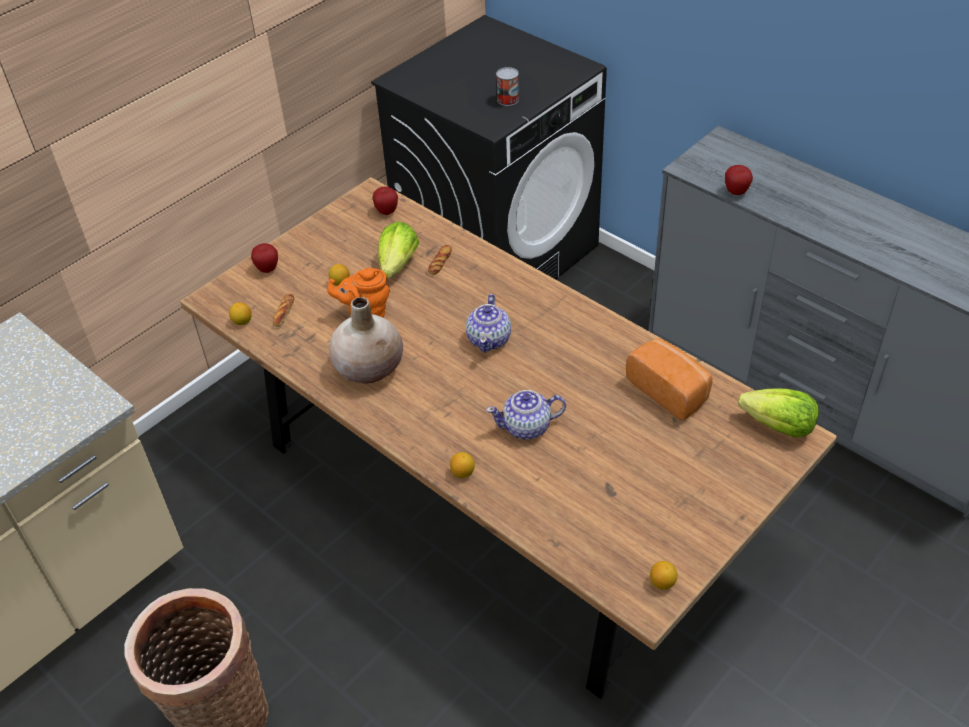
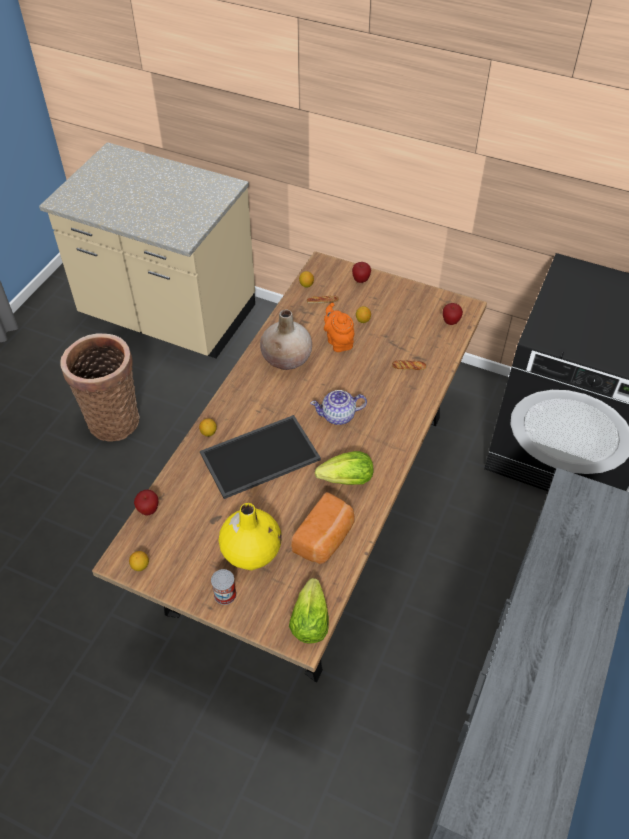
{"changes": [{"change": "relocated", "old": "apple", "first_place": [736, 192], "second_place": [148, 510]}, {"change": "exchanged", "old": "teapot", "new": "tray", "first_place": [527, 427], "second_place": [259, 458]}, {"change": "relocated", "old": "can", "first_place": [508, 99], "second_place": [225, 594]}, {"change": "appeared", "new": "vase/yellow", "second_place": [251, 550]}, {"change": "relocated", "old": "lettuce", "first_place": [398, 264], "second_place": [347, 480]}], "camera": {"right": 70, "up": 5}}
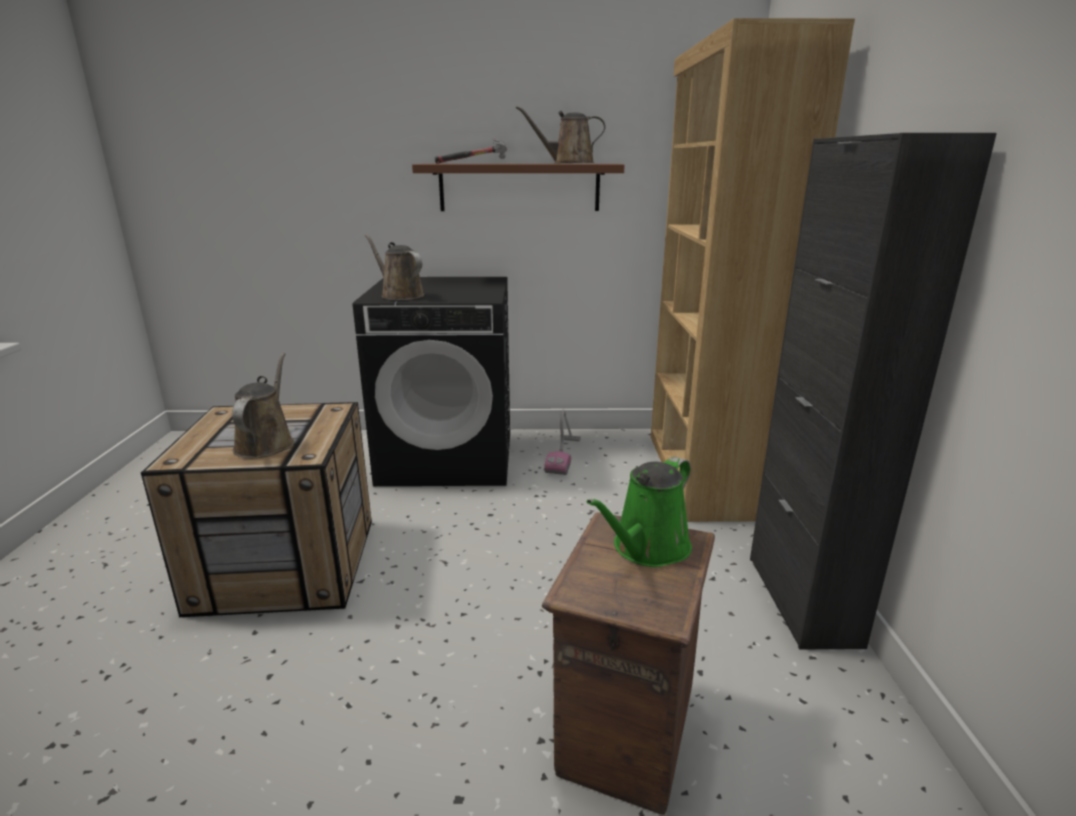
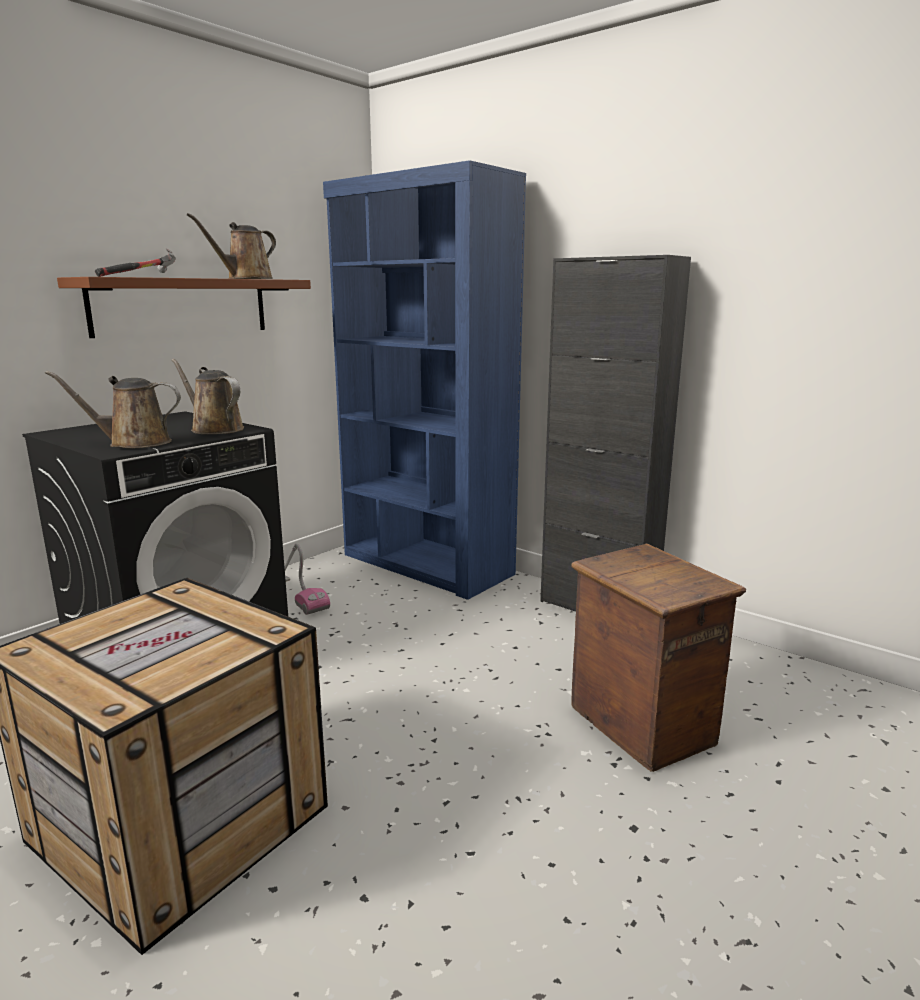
{"changes": [{"change": "relocated", "old": "watering can/brown", "first_place": [266, 443], "second_place": [214, 429]}, {"change": "colour", "old": "bookcase/brown", "new": "bookcase/blue", "first_place": [702, 474], "second_place": [426, 565]}, {"change": "missing", "old": "watering can/green", "first_place": [647, 549]}], "camera": {"right": -50, "up": -5}}
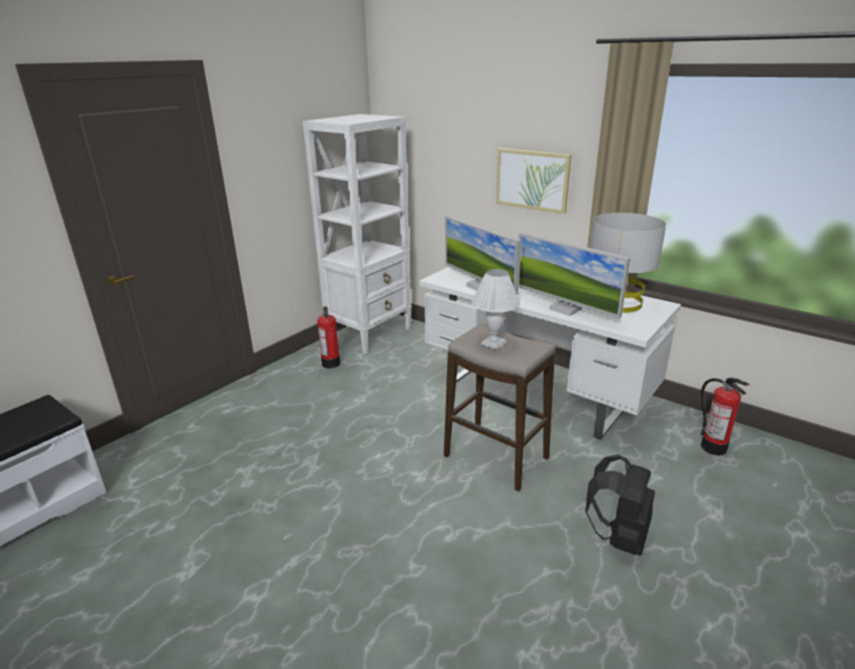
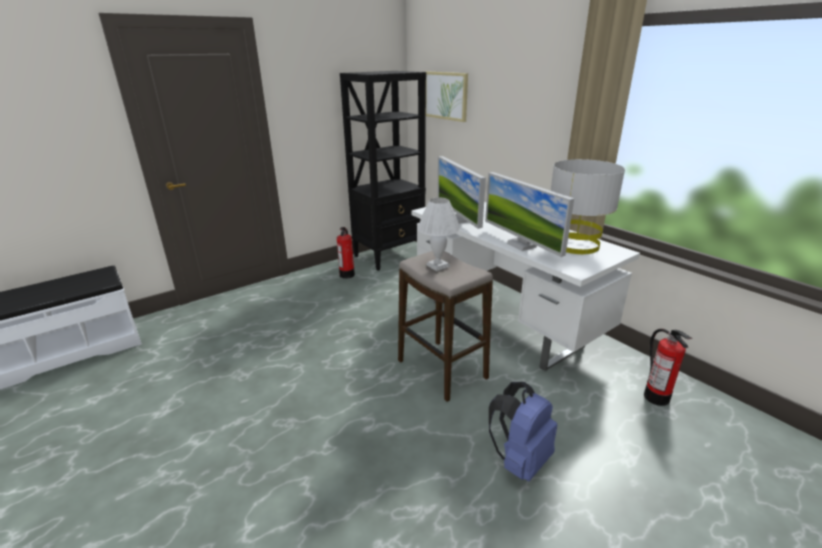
{"changes": [{"change": "colour", "old": "bookcase/white", "new": "bookcase/black", "first_place": [370, 333], "second_place": [389, 256]}, {"change": "relocated", "old": "picture", "first_place": [532, 180], "second_place": [446, 95]}, {"change": "colour", "old": "backpack/black", "new": "backpack/blue", "first_place": [619, 536], "second_place": [520, 460]}], "camera": {"right": 15, "up": 0}}
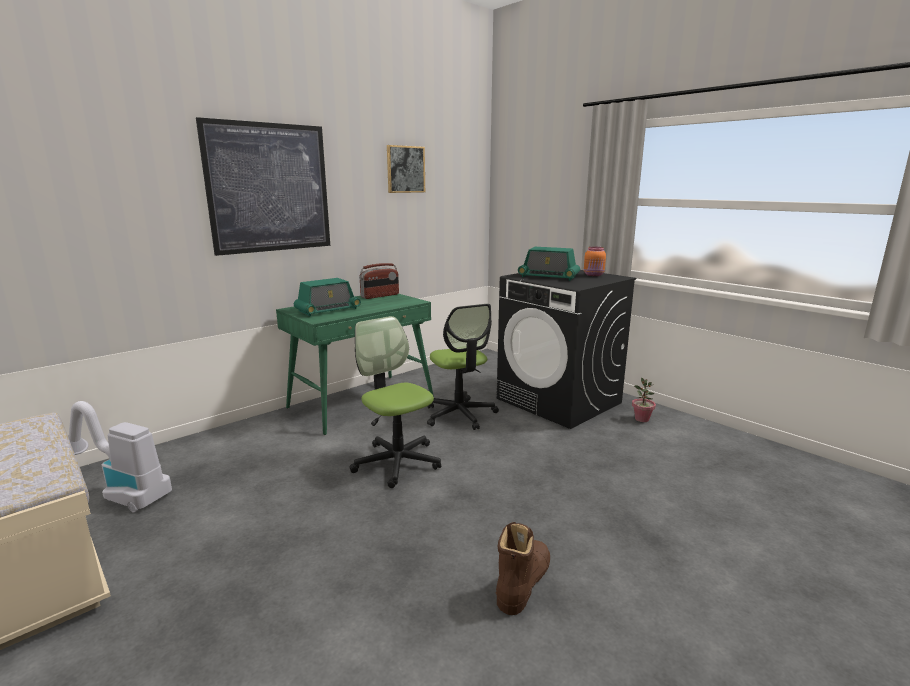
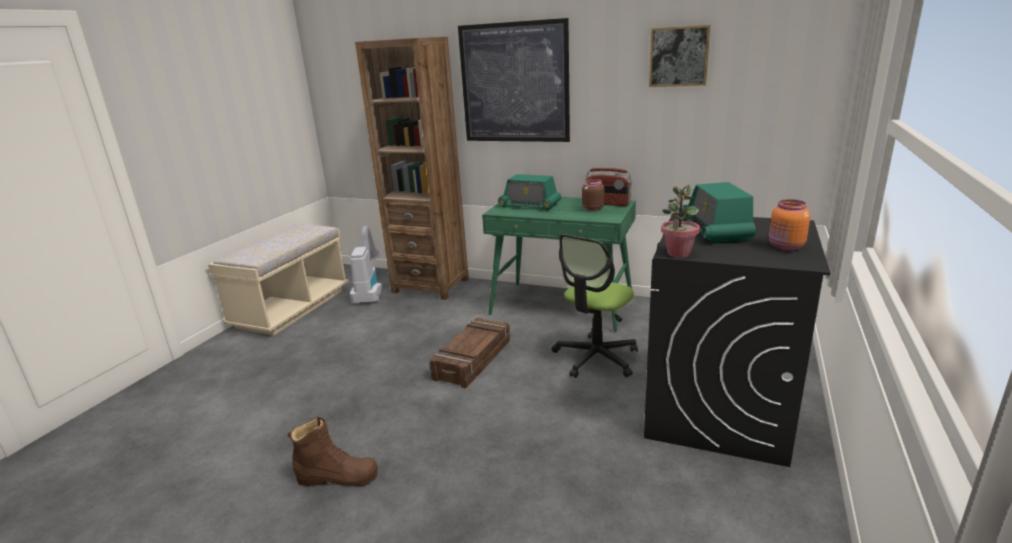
{"changes": [{"change": "appeared", "new": "bookcase/brown", "second_place": [431, 286]}, {"change": "exchanged", "old": "office chair", "new": "crate", "first_place": [397, 462], "second_place": [473, 359]}, {"change": "appeared", "new": "jar/brown", "second_place": [592, 209]}, {"change": "relocated", "old": "potted plant", "first_place": [641, 419], "second_place": [678, 253]}], "camera": {"right": 65, "up": 5}}
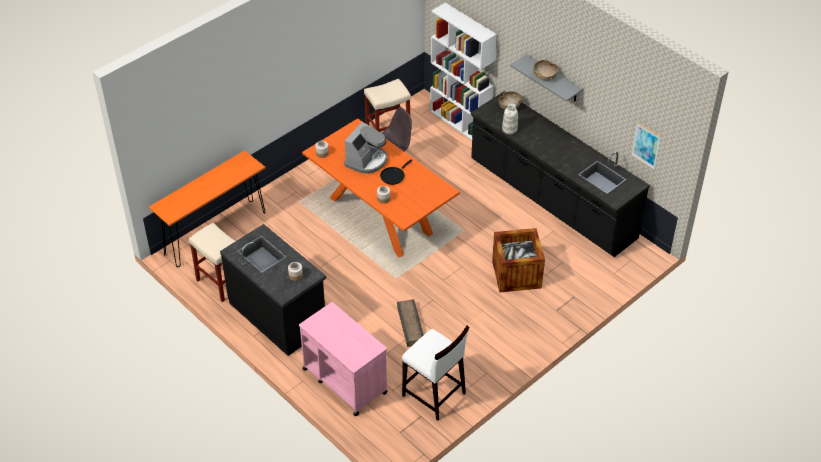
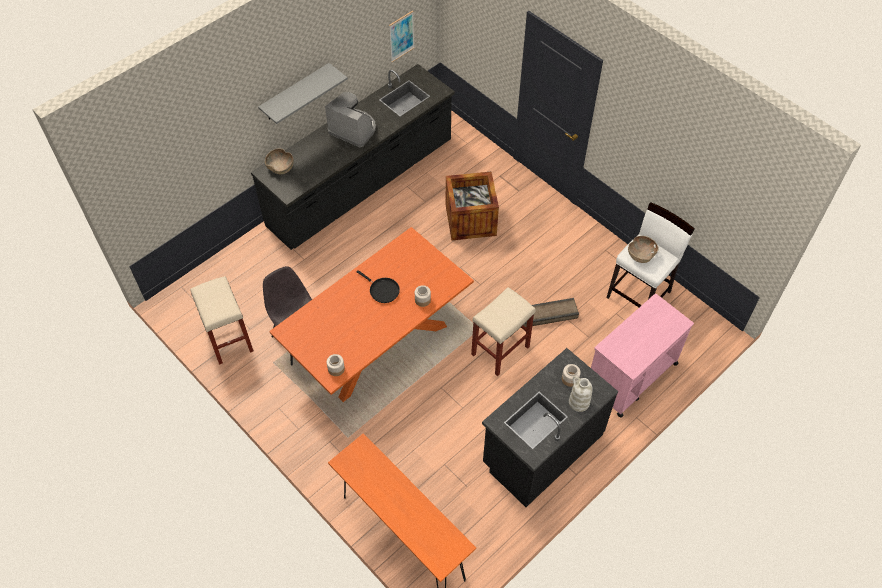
{"changes": [{"change": "relocated", "old": "coffee machine", "first_place": [367, 161], "second_place": [353, 129]}, {"change": "relocated", "old": "stool/beige", "first_place": [220, 282], "second_place": [500, 351]}, {"change": "relocated", "old": "vase/white", "first_place": [509, 129], "second_place": [578, 402]}, {"change": "relocated", "old": "bowl/brown", "first_place": [545, 76], "second_place": [640, 255]}, {"change": "missing", "old": "bookcase/white", "first_place": [460, 123]}], "camera": {"right": -90, "up": 10}}
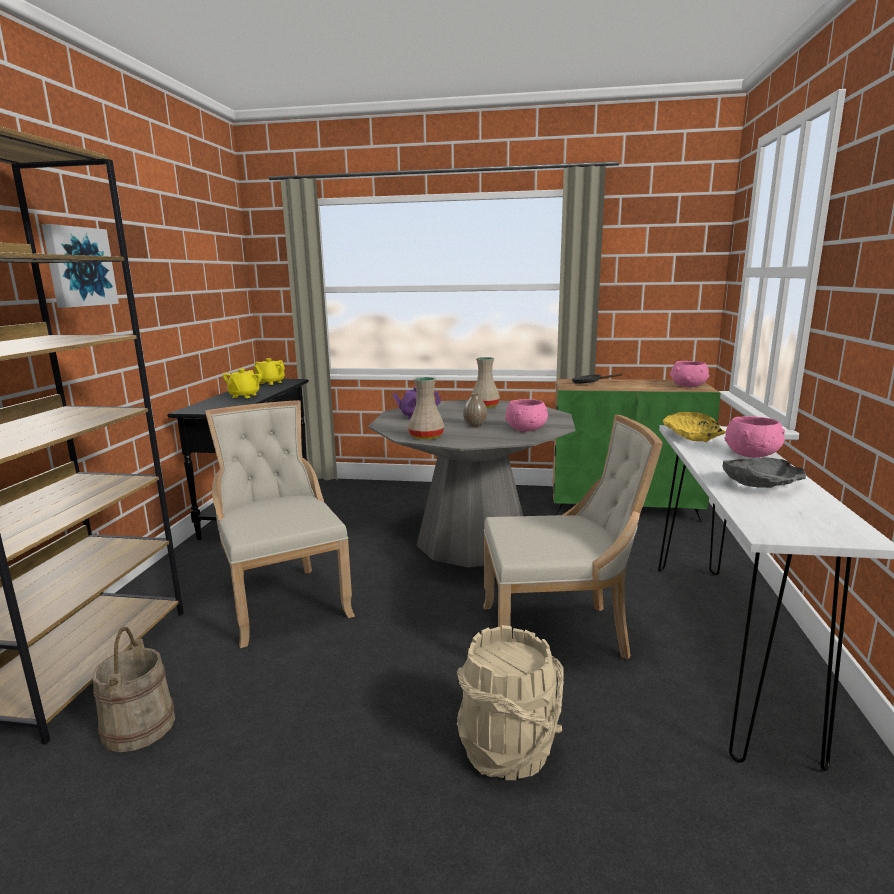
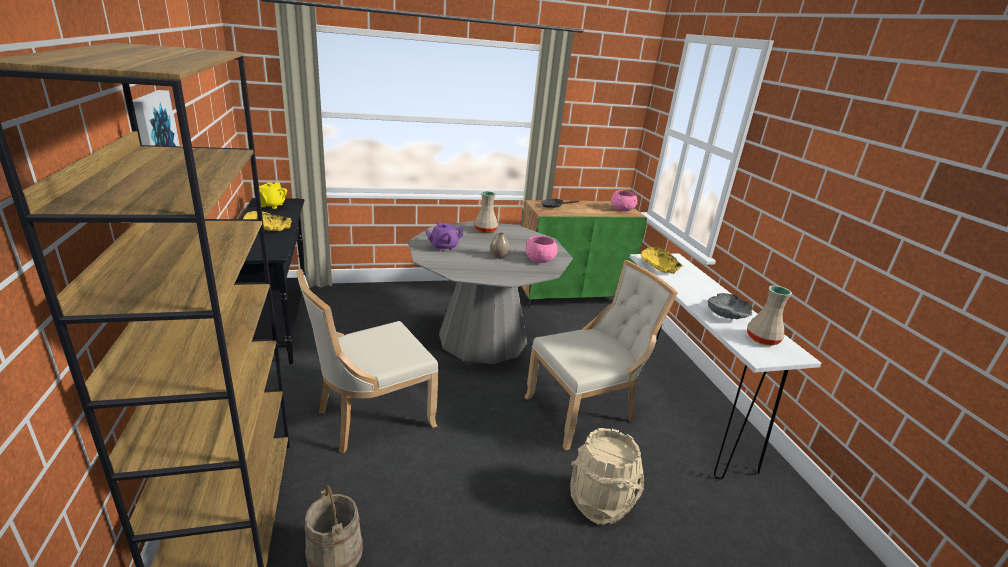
{"changes": [{"change": "exchanged", "old": "teapot/yellow", "new": "bowl/yellow", "first_place": [244, 396], "second_place": [267, 228]}, {"change": "spun", "old": "chair/beige", "first_place": [284, 600], "second_place": [371, 417], "degrees": -75}, {"change": "relocated", "old": "vase/beige", "first_place": [425, 437], "second_place": [761, 339]}, {"change": "missing", "old": "bowl/pink", "first_place": [752, 454]}], "camera": {"right": -25, "up": 10}}
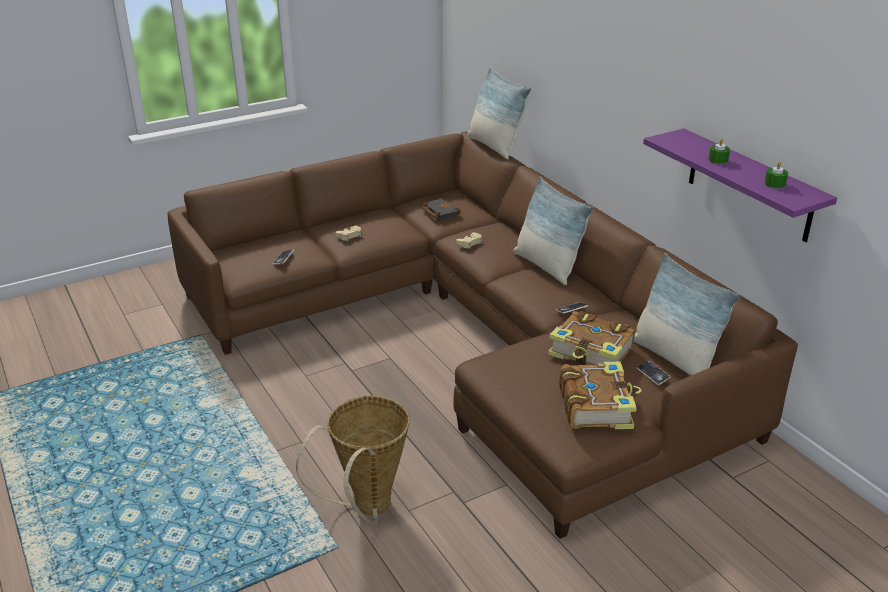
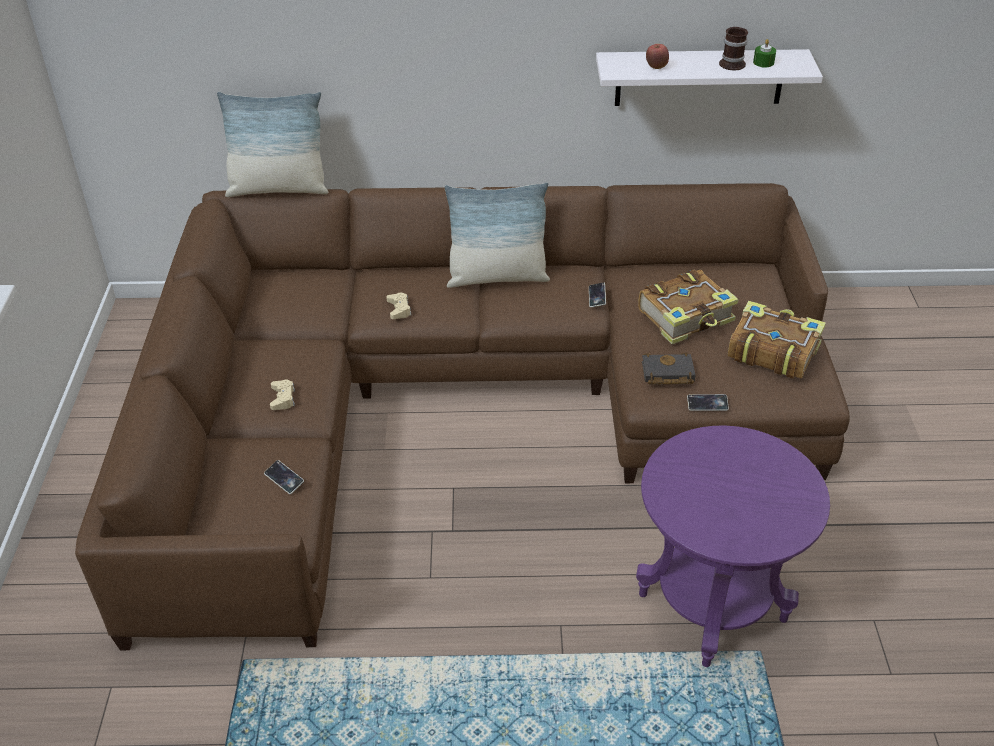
{"changes": [{"change": "colour", "old": "shelf/purple", "new": "shelf/white", "first_place": [749, 185], "second_place": [699, 77]}, {"change": "exchanged", "old": "basket", "new": "side table/purple", "first_place": [366, 509], "second_place": [712, 606]}, {"change": "relocated", "old": "book/black", "first_place": [439, 212], "second_place": [666, 374]}, {"change": "appeared", "new": "apple", "second_place": [656, 67]}, {"change": "relocated", "old": "phone", "first_place": [652, 374], "second_place": [707, 404]}, {"change": "appeared", "new": "mug", "second_place": [733, 63]}, {"change": "missing", "old": "pillow", "first_place": [673, 357]}, {"change": "missing", "old": "candle/green", "first_place": [718, 160]}], "camera": {"right": -60, "up": 10}}
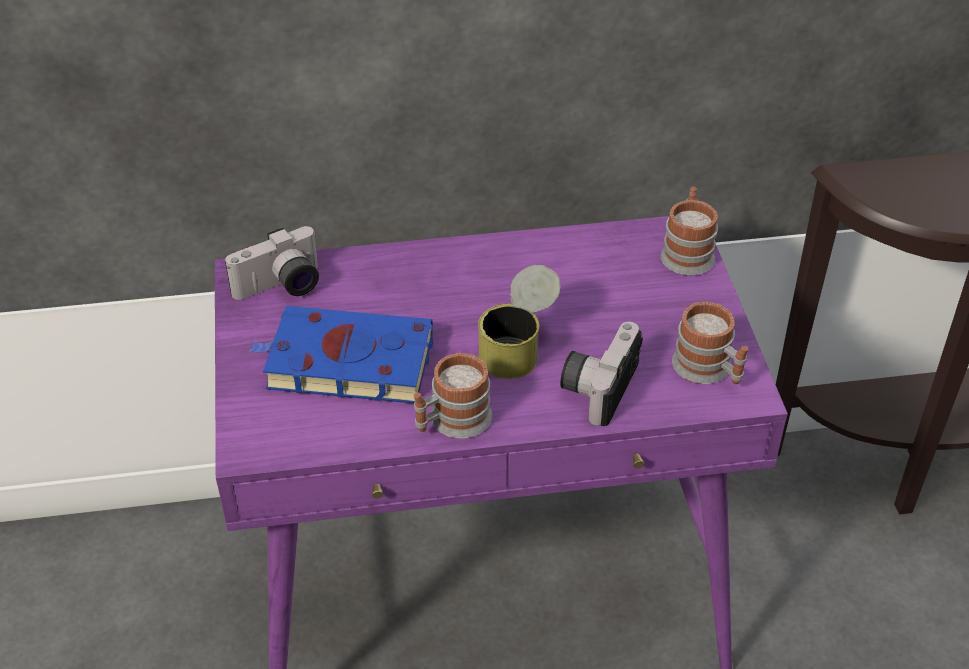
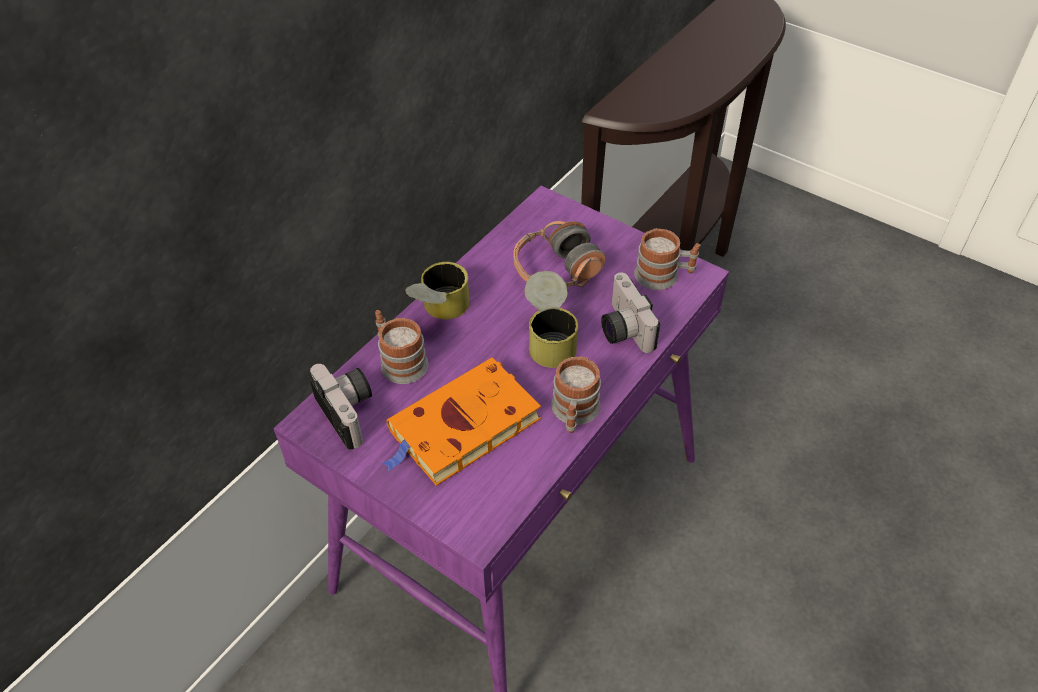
{"changes": [{"change": "spun", "old": "photo camera", "first_place": [281, 288], "second_place": [351, 412], "degrees": -45}, {"change": "relocated", "old": "mug", "first_place": [687, 252], "second_place": [399, 361]}, {"change": "colour", "old": "book/blue", "new": "book/orange", "first_place": [345, 362], "second_place": [461, 428]}, {"change": "appeared", "new": "can", "second_place": [439, 312]}, {"change": "appeared", "new": "headphones", "second_place": [556, 270]}], "camera": {"right": -45, "up": 5}}
